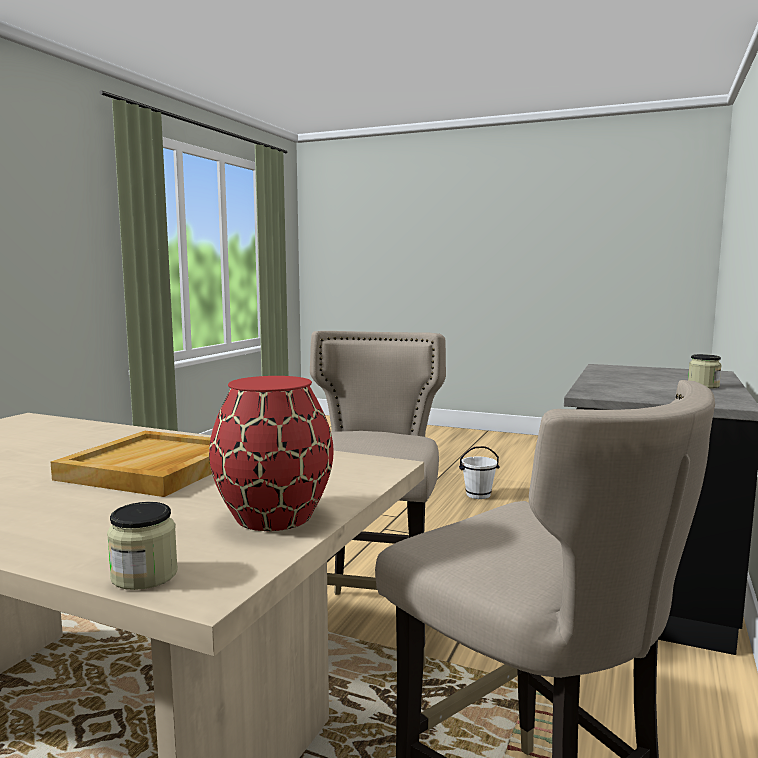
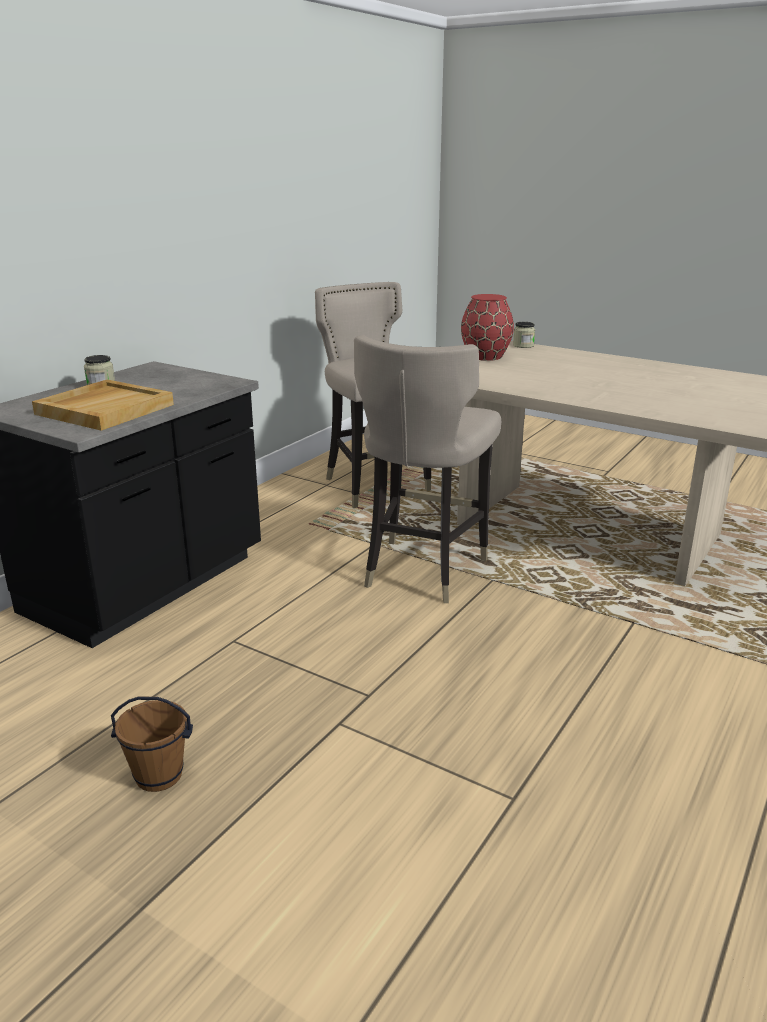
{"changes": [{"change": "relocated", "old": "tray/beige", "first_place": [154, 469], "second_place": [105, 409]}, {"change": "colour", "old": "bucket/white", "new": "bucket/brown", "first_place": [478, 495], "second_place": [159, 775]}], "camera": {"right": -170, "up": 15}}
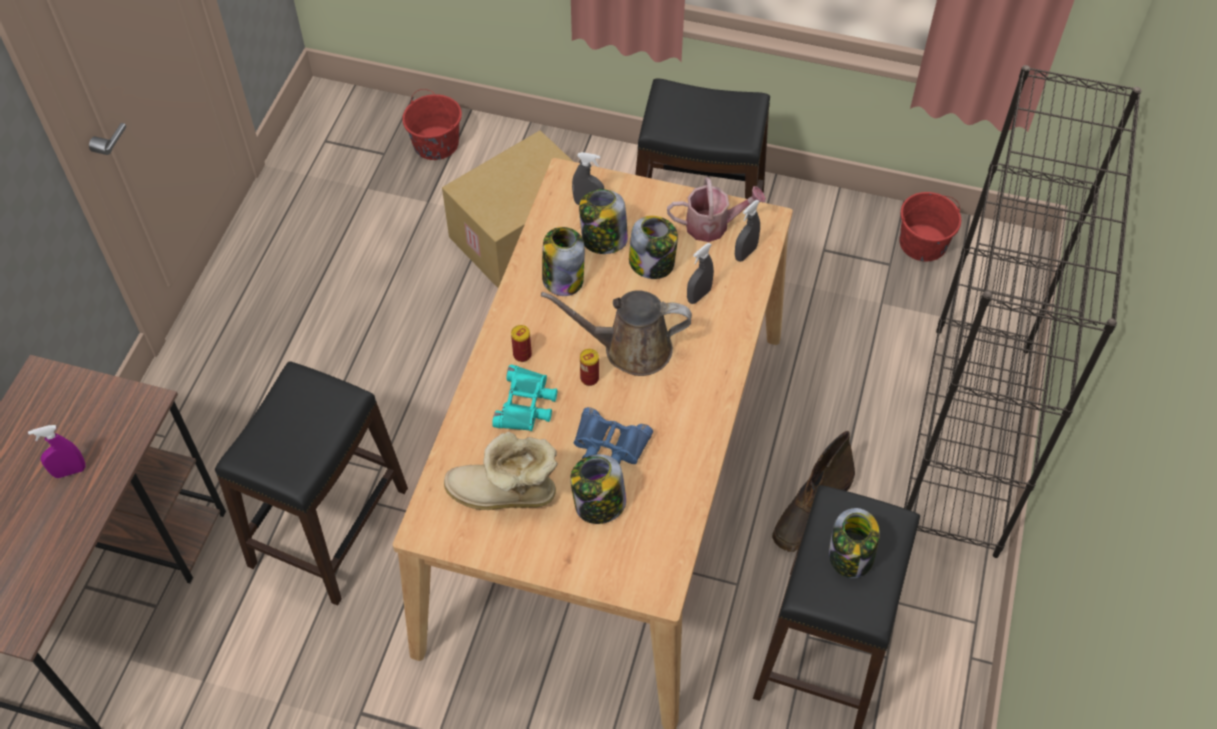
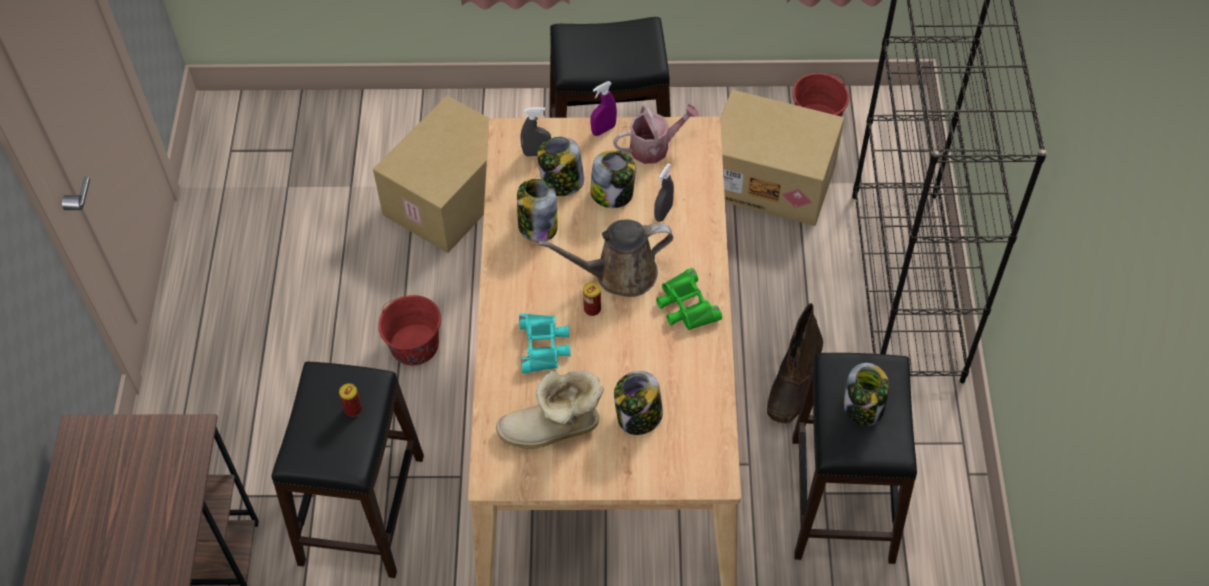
{"changes": [{"change": "relocated", "old": "can", "first_place": [522, 354], "second_place": [353, 409]}, {"change": "relocated", "old": "bucket/red", "first_place": [435, 144], "second_place": [414, 345]}, {"change": "relocated", "old": "spray bottle/purple", "first_place": [69, 471], "second_place": [603, 130]}, {"change": "appeared", "new": "binoculars/green", "second_place": [686, 306]}, {"change": "appeared", "new": "cardboard box", "second_place": [772, 179]}, {"change": "missing", "old": "binoculars/blue", "first_place": [609, 445]}, {"change": "missing", "old": "spray bottle/grey", "first_place": [745, 253]}], "camera": {"right": -15, "up": 0}}
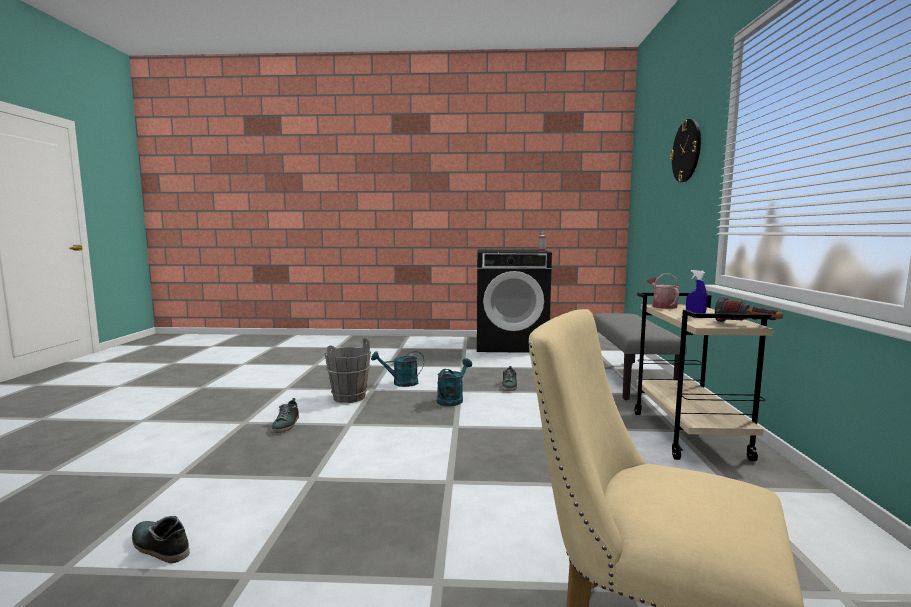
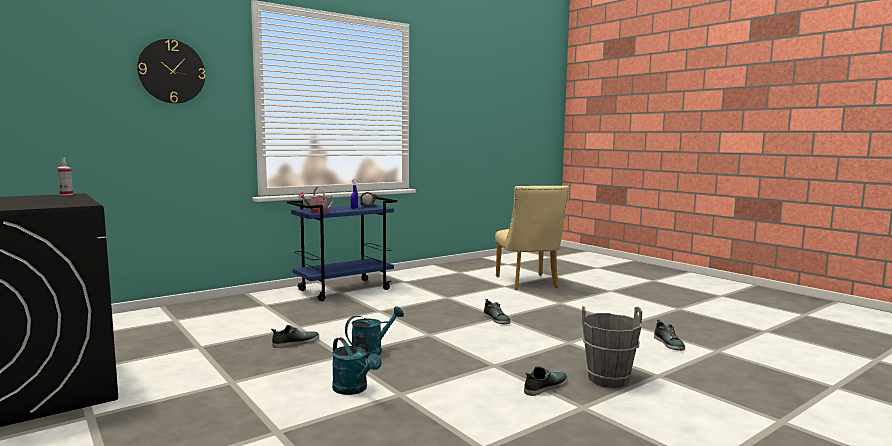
{"changes": [{"change": "colour", "old": "cart/beige", "new": "cart/blue", "first_place": [689, 435], "second_place": [345, 290]}, {"change": "spun", "old": "watering can/turquoise", "first_place": [452, 399], "second_place": [371, 351], "degrees": 150}, {"change": "appeared", "new": "shoe", "second_place": [497, 319]}, {"change": "relocated", "old": "bucket/grey", "first_place": [349, 397], "second_place": [608, 379]}, {"change": "missing", "old": "bench/grey", "first_place": [630, 379]}], "camera": {"right": -130, "up": 0}}
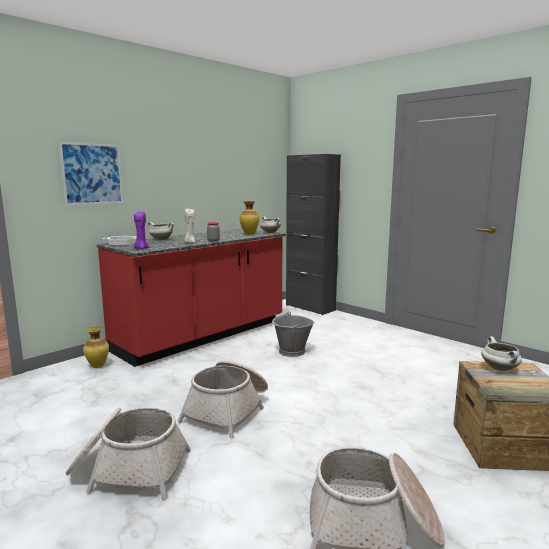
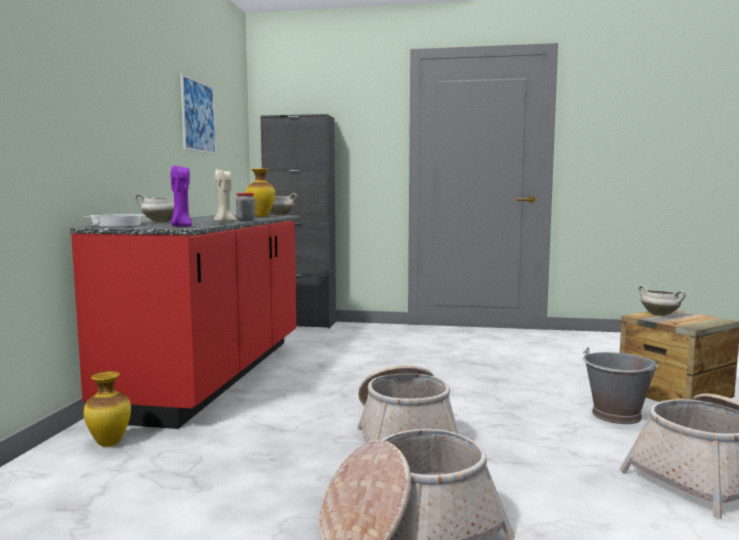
{"changes": [{"change": "relocated", "old": "picture", "first_place": [92, 174], "second_place": [198, 116]}, {"change": "relocated", "old": "bucket/grey", "first_place": [292, 351], "second_place": [617, 415]}], "camera": {"right": -35, "up": -5}}
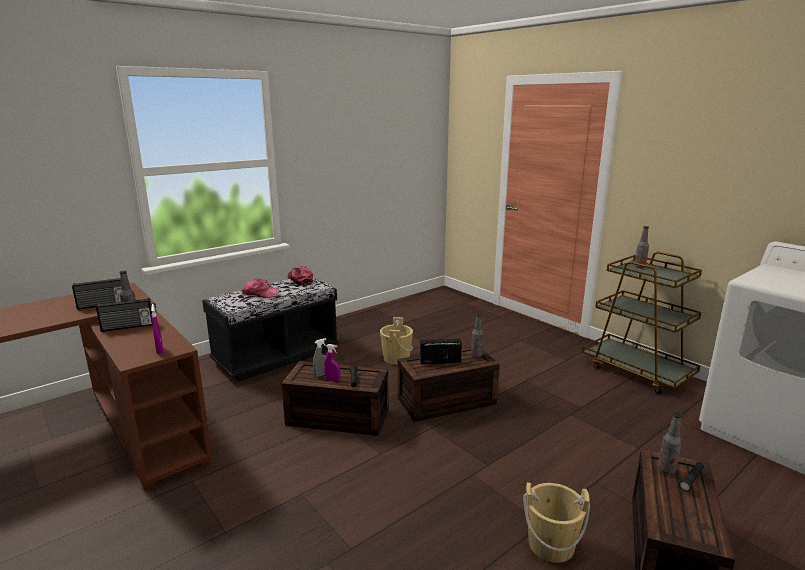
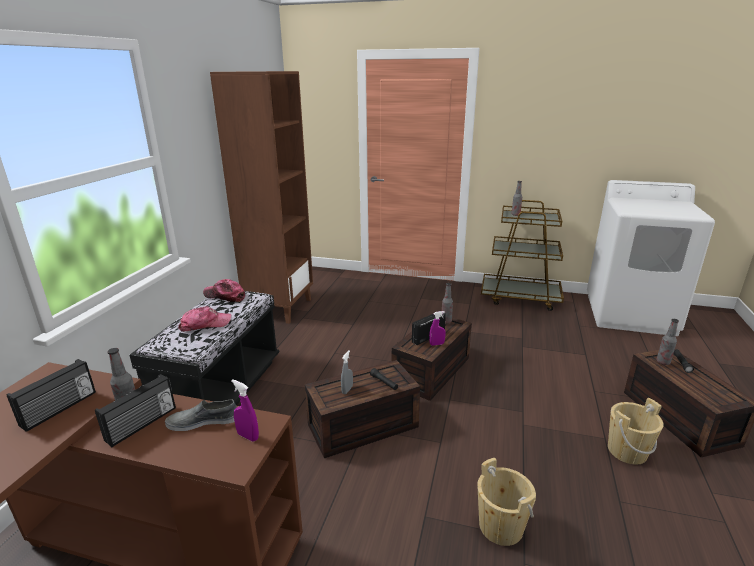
{"changes": [{"change": "appeared", "new": "shoe/grey", "second_place": [203, 421]}, {"change": "appeared", "new": "bookcase/brown", "second_place": [280, 308]}, {"change": "relocated", "old": "spray bottle/purple", "first_place": [332, 380], "second_place": [436, 344]}, {"change": "relocated", "old": "bucket/beige", "first_place": [396, 358], "second_place": [501, 526]}], "camera": {"right": -35, "up": 5}}
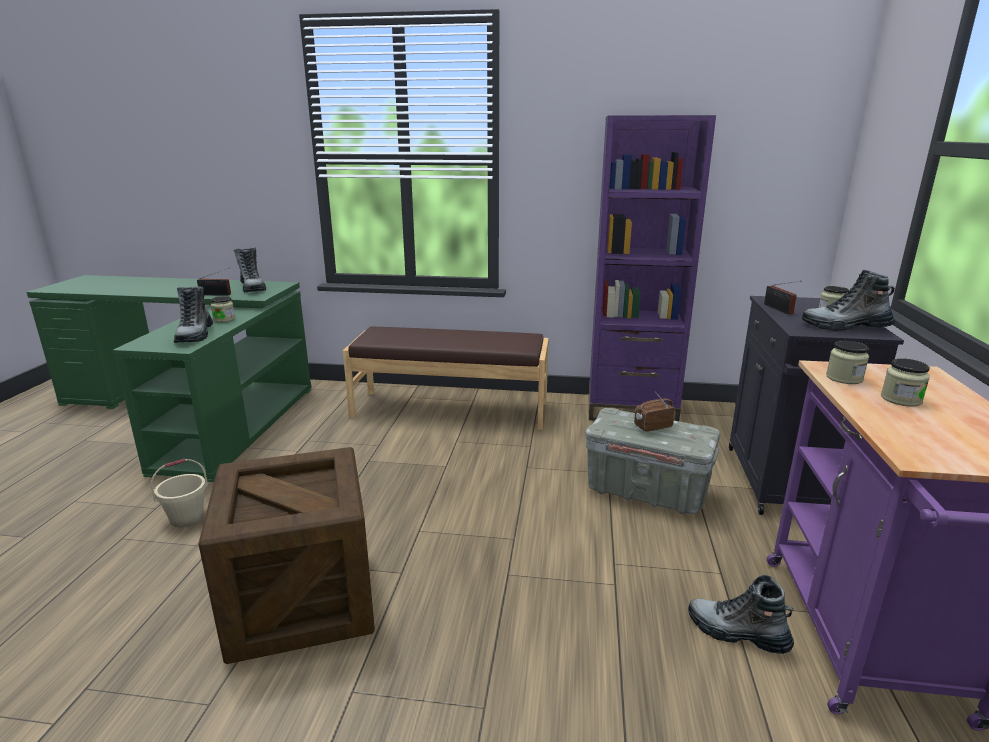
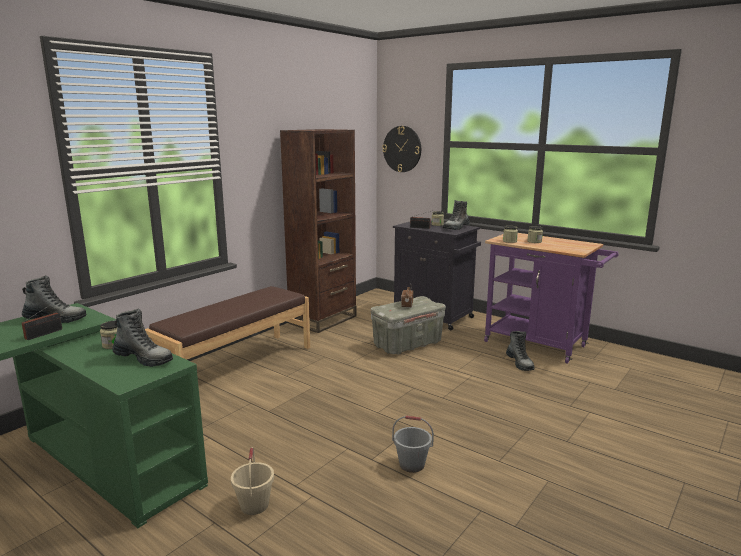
{"changes": [{"change": "colour", "old": "bookcase/purple", "new": "bookcase/brown", "first_place": [631, 410], "second_place": [323, 320]}, {"change": "appeared", "new": "wall clock", "second_place": [402, 149]}, {"change": "exchanged", "old": "crate", "new": "bucket/grey", "first_place": [302, 600], "second_place": [411, 465]}, {"change": "spun", "old": "boot", "first_place": [737, 633], "second_place": [520, 363], "degrees": -75}], "camera": {"right": -60, "up": -5}}
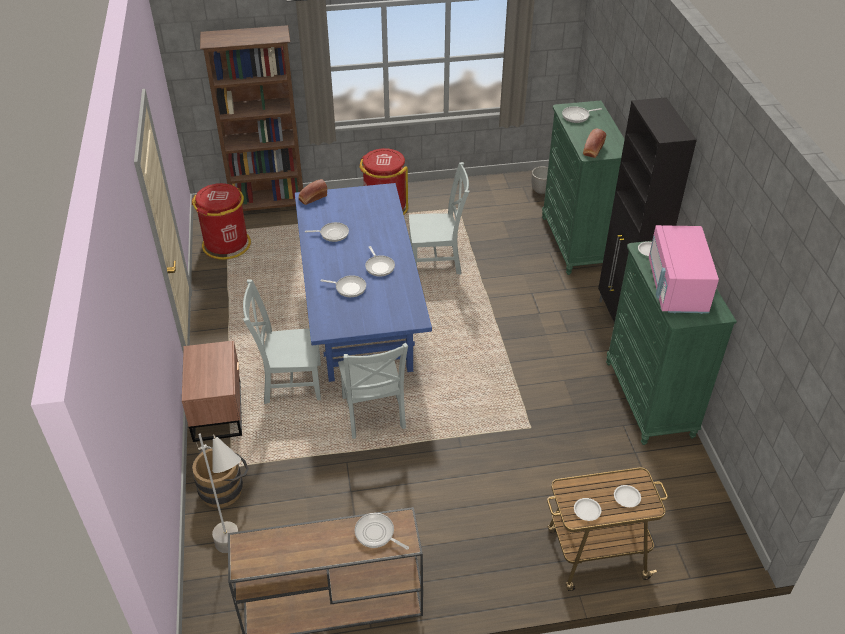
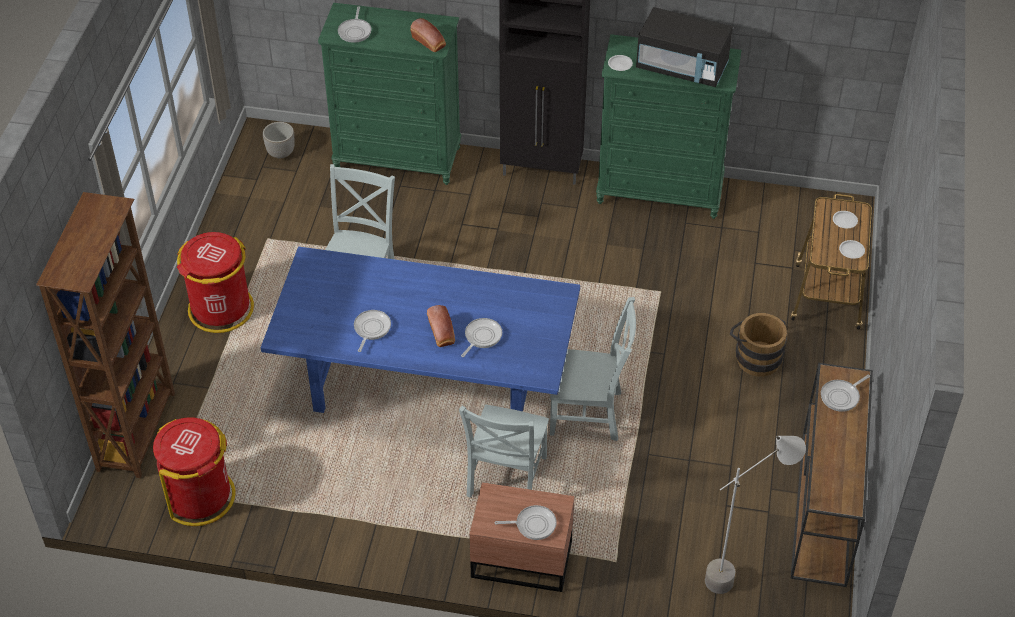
{"changes": [{"change": "relocated", "old": "bread", "first_place": [312, 198], "second_place": [442, 333]}, {"change": "relocated", "old": "frying pan", "first_place": [379, 266], "second_place": [533, 524]}, {"change": "colour", "old": "microwave/pink", "new": "microwave/black", "first_place": [676, 288], "second_place": [682, 68]}, {"change": "relocated", "old": "bucket/brown", "first_place": [225, 488], "second_place": [755, 356]}], "camera": {"right": -70, "up": 5}}
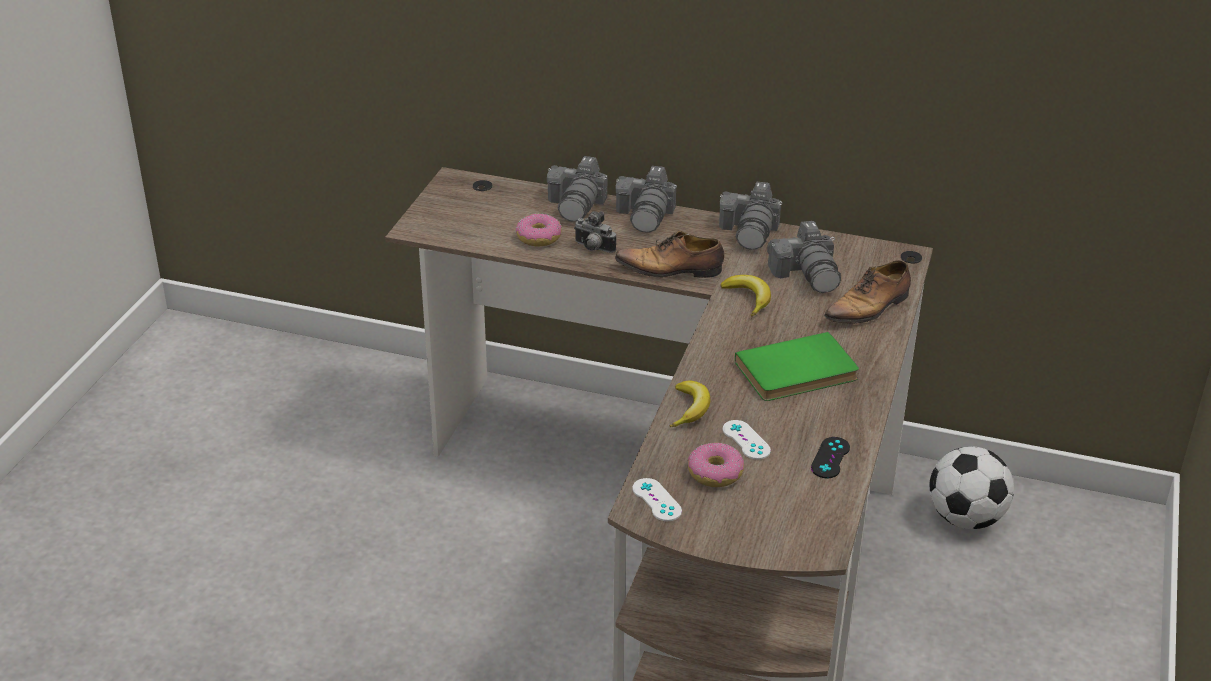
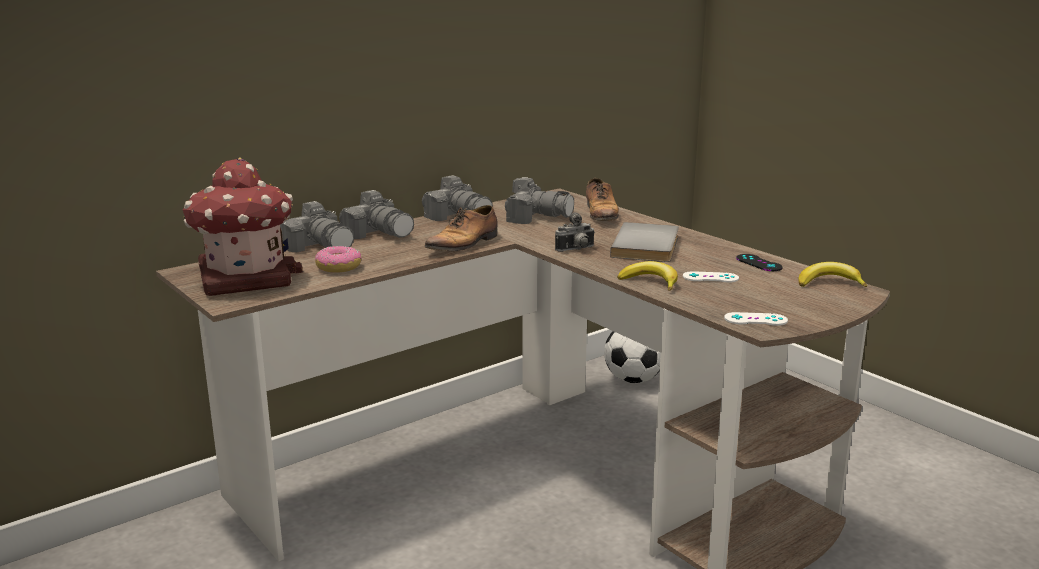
{"changes": [{"change": "appeared", "new": "toy house", "second_place": [245, 277]}, {"change": "relocated", "old": "photo camera", "first_place": [593, 248], "second_place": [576, 250]}, {"change": "colour", "old": "book/green", "new": "book/grey", "first_place": [798, 373], "second_place": [648, 246]}, {"change": "relocated", "old": "banana", "first_place": [748, 298], "second_place": [829, 283]}, {"change": "missing", "old": "donut", "first_place": [715, 473]}], "camera": {"right": -55, "up": -15}}
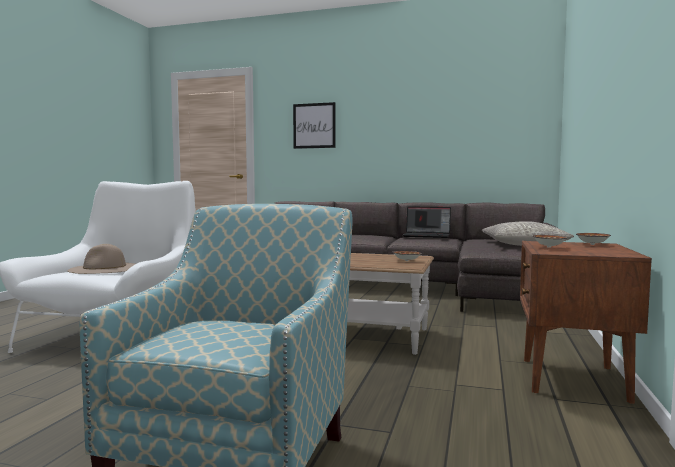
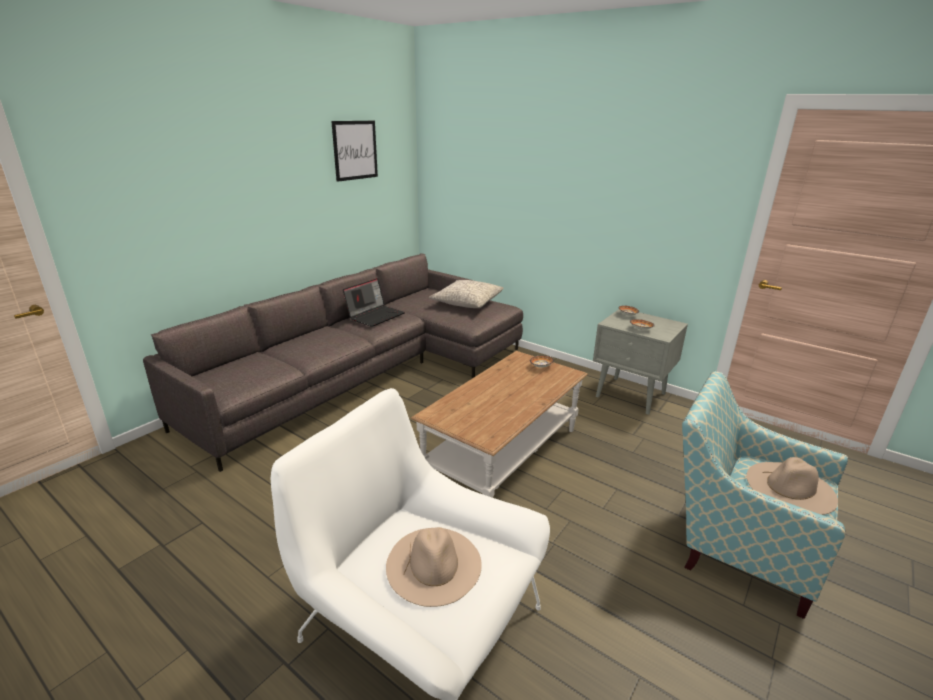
{"changes": [{"change": "relocated", "old": "picture", "first_place": [314, 125], "second_place": [355, 150]}, {"change": "colour", "old": "nightstand/brown", "new": "nightstand/grey", "first_place": [572, 379], "second_place": [631, 395]}, {"change": "appeared", "new": "hat/beige", "second_place": [790, 487]}], "camera": {"right": -70, "up": 20}}
